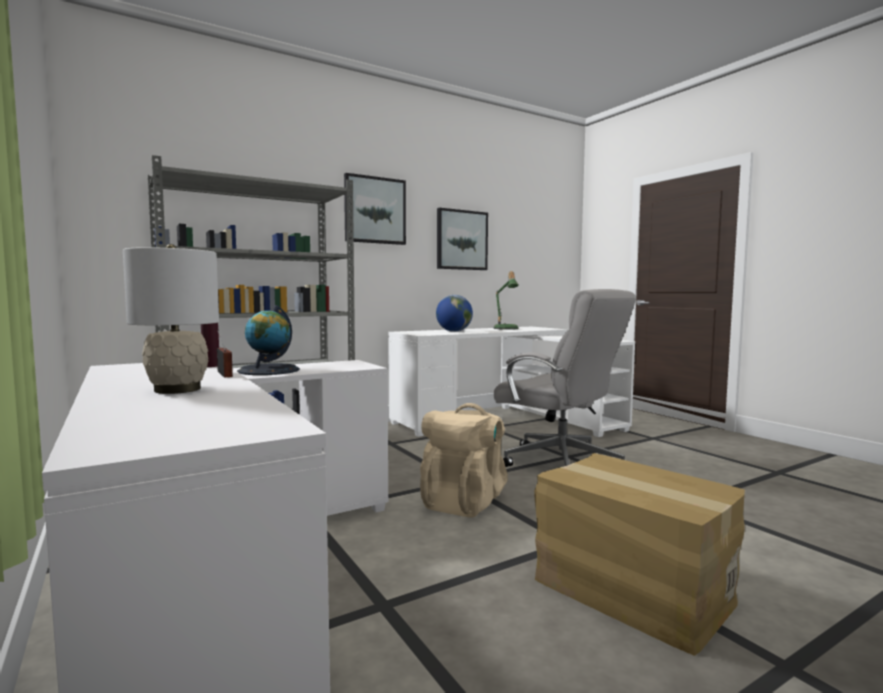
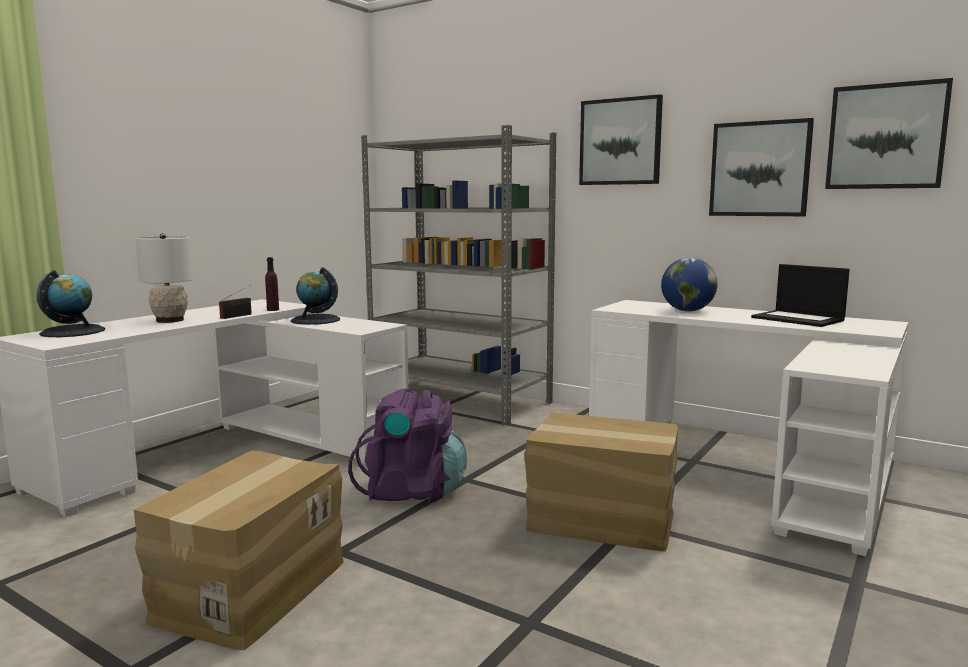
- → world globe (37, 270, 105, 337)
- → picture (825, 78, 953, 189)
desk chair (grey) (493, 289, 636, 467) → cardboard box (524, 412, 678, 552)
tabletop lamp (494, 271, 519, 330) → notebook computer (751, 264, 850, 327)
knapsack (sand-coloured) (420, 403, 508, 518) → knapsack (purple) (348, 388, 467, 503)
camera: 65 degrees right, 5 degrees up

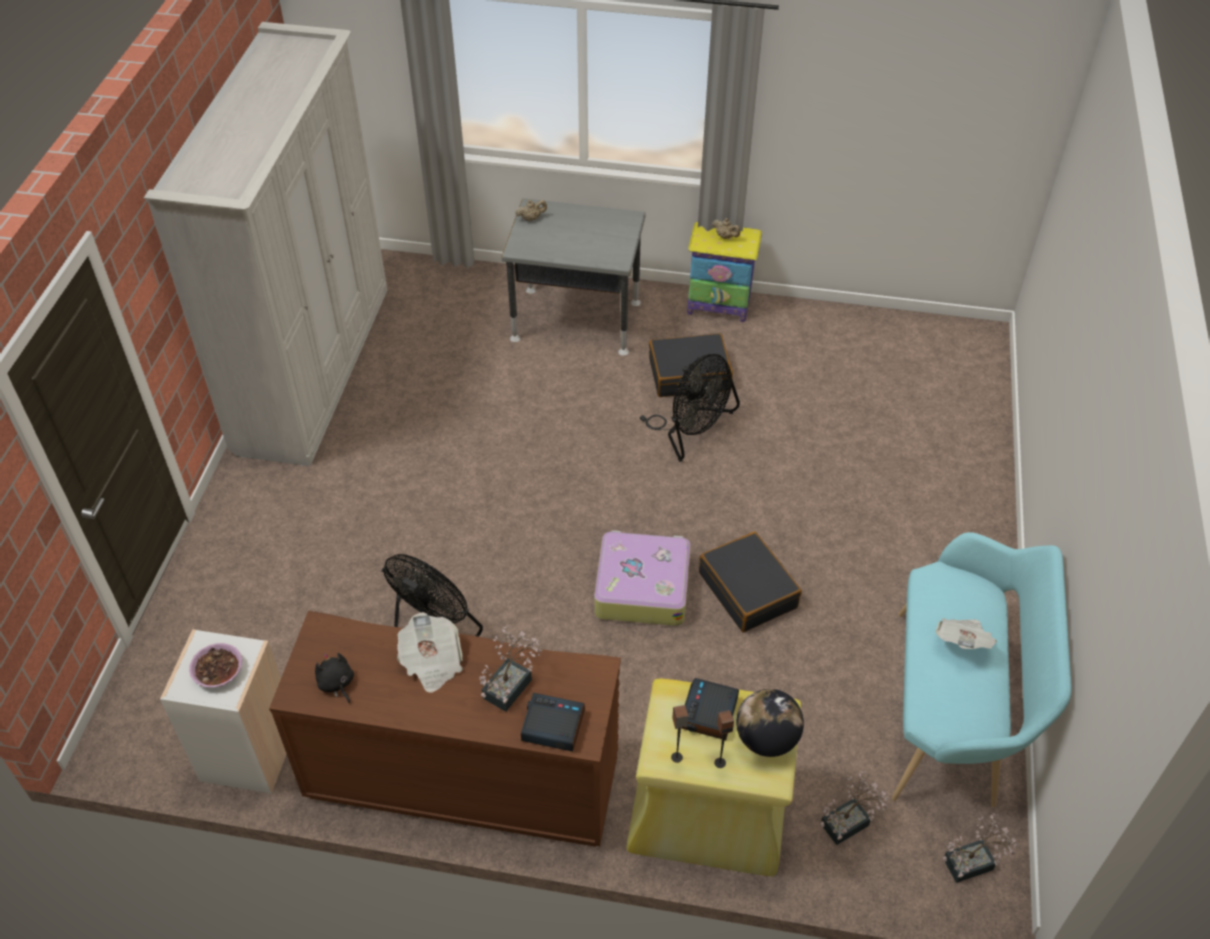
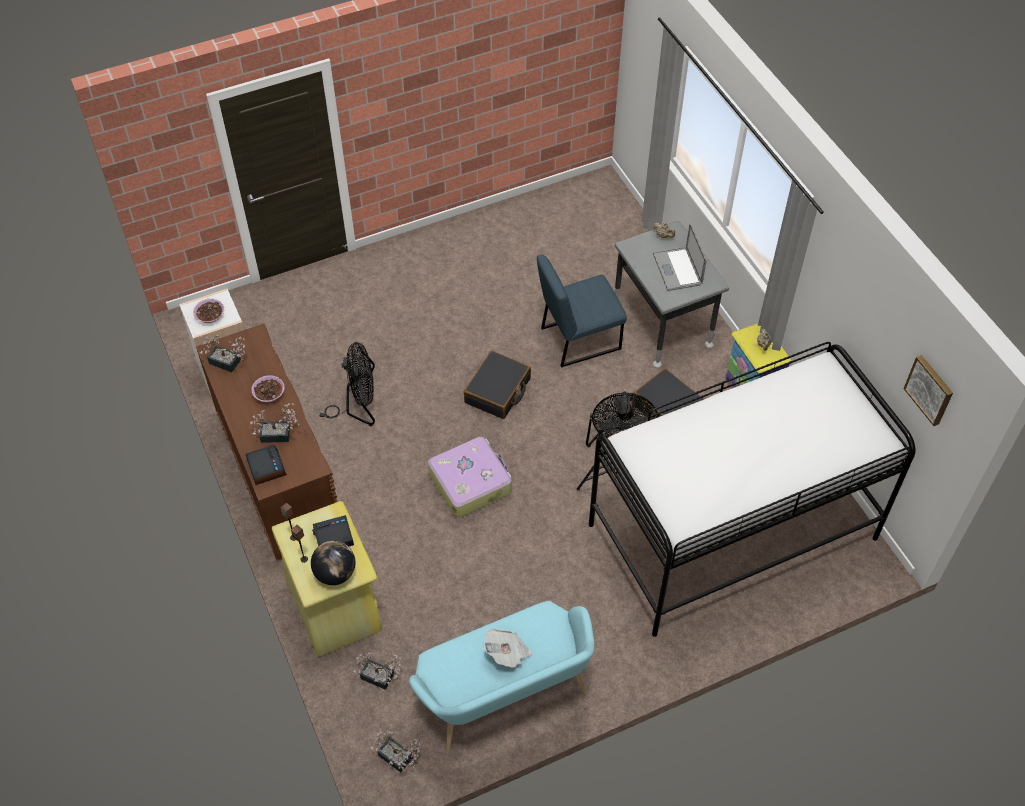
wardrobe (white-coloured) (144, 22, 388, 466) → -
- → chair (bluish) (537, 254, 627, 367)
- → bedroom bed (black-coloured) (577, 342, 916, 637)
- → notebook computer (653, 223, 707, 291)
- → picture (904, 355, 953, 426)
travel case (black-coloured) (699, 532, 802, 632) → travel case (black-coloured) (464, 351, 531, 419), moved
plush toy (black-coloured) (315, 653, 354, 704) → houseplant (200, 335, 245, 372)
printed paper (397, 612, 463, 693) → deep dish (251, 375, 285, 402)
camera: 55 degrees right, 5 degrees up

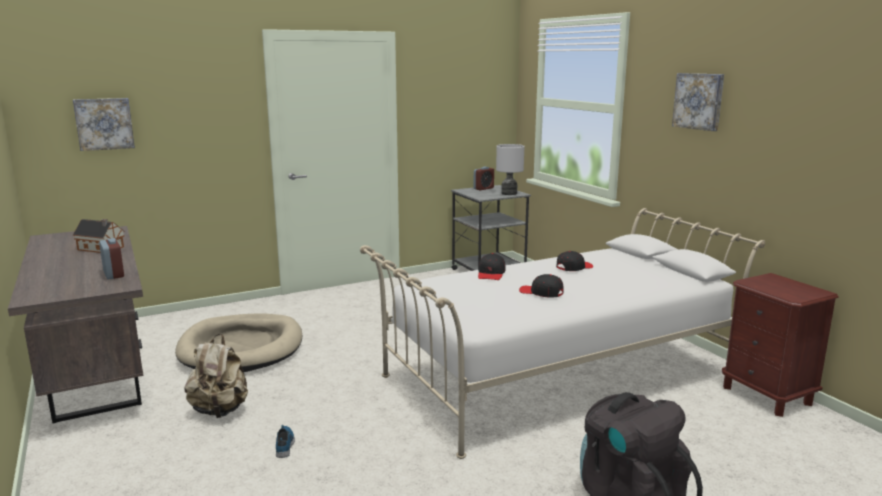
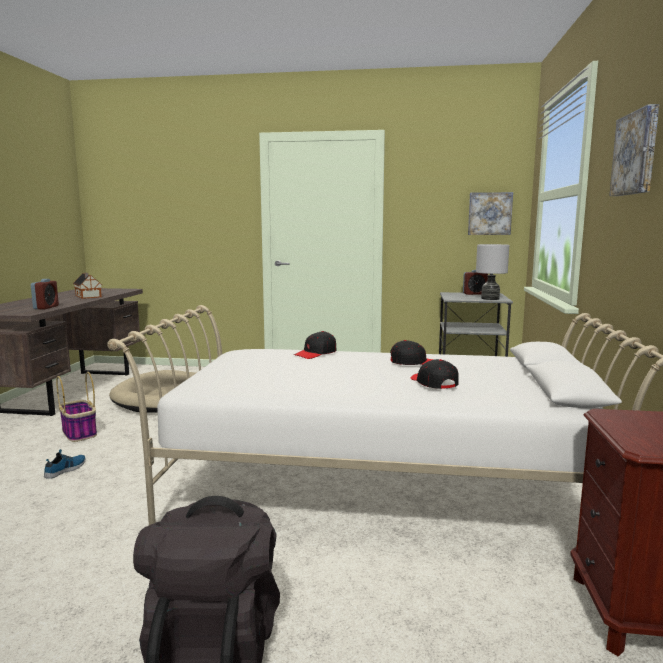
picture (73, 98, 135, 151) → picture (468, 192, 513, 235), moved
peaked cap (black-coloured) (519, 274, 563, 298) → peaked cap (black-coloured) (411, 359, 458, 389), moved
knapsack (sand-coloured) (184, 334, 248, 418) → basket (56, 372, 97, 442)
camera: 35 degrees right, 5 degrees down

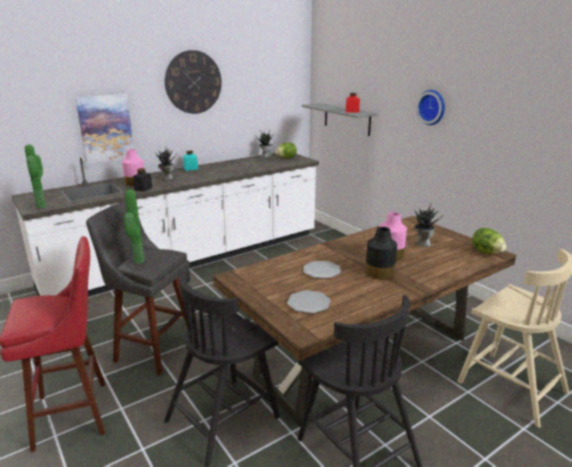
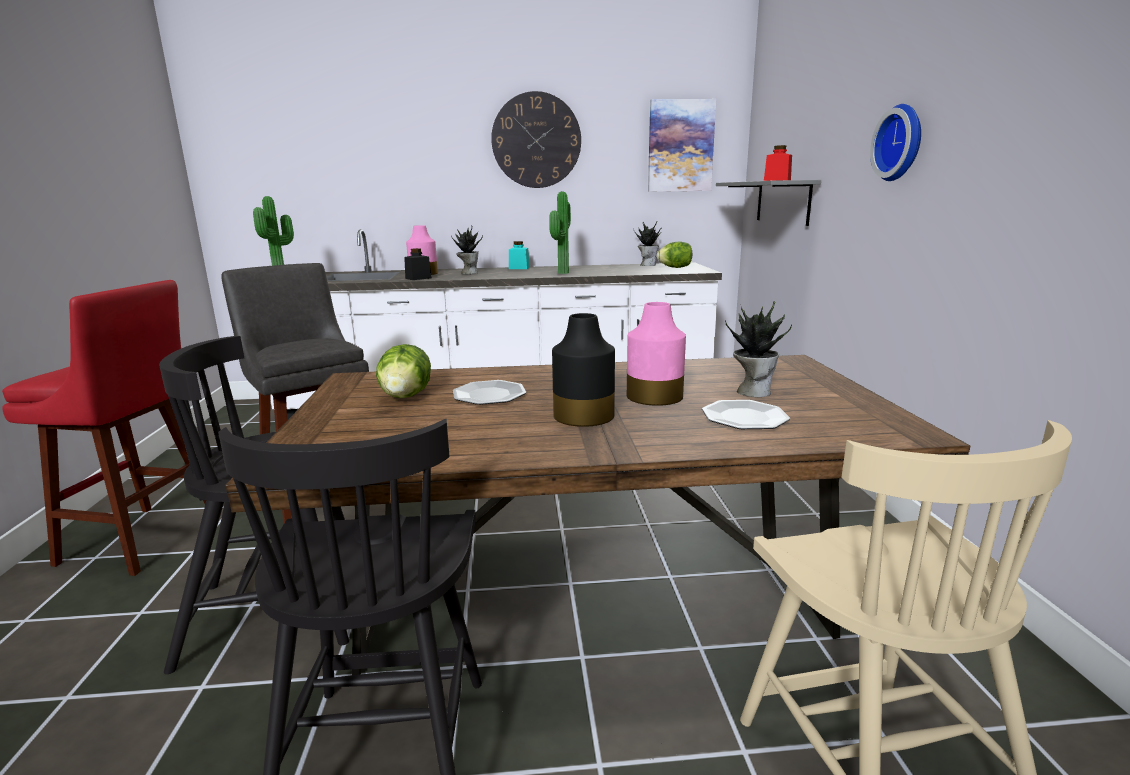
picture (75, 94, 134, 164) → picture (648, 99, 716, 192), moved
houseplant (124, 190, 145, 264) → houseplant (549, 191, 571, 274), moved
flat dish (287, 290, 331, 314) → flat dish (702, 400, 790, 429), moved
lettuce head (472, 228, 506, 254) → lettuce head (376, 344, 431, 398), moved
camera: 30 degrees right, 5 degrees down

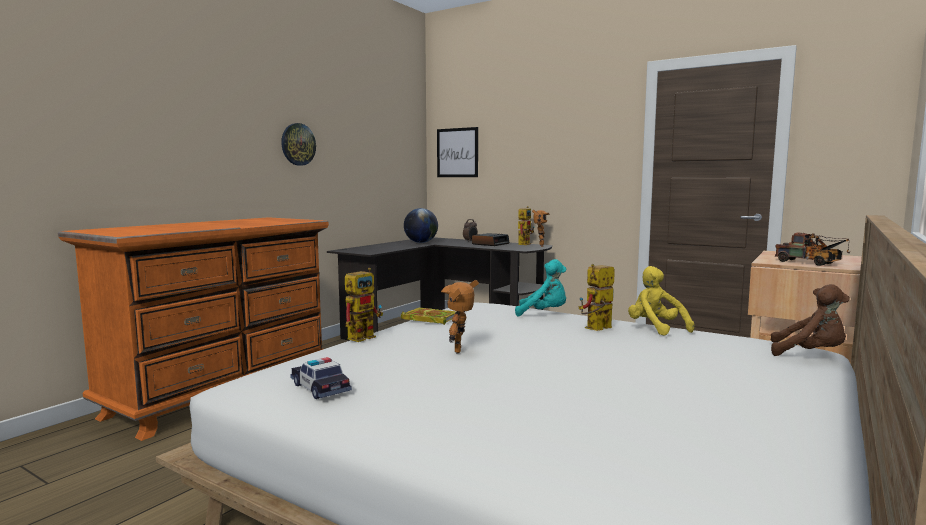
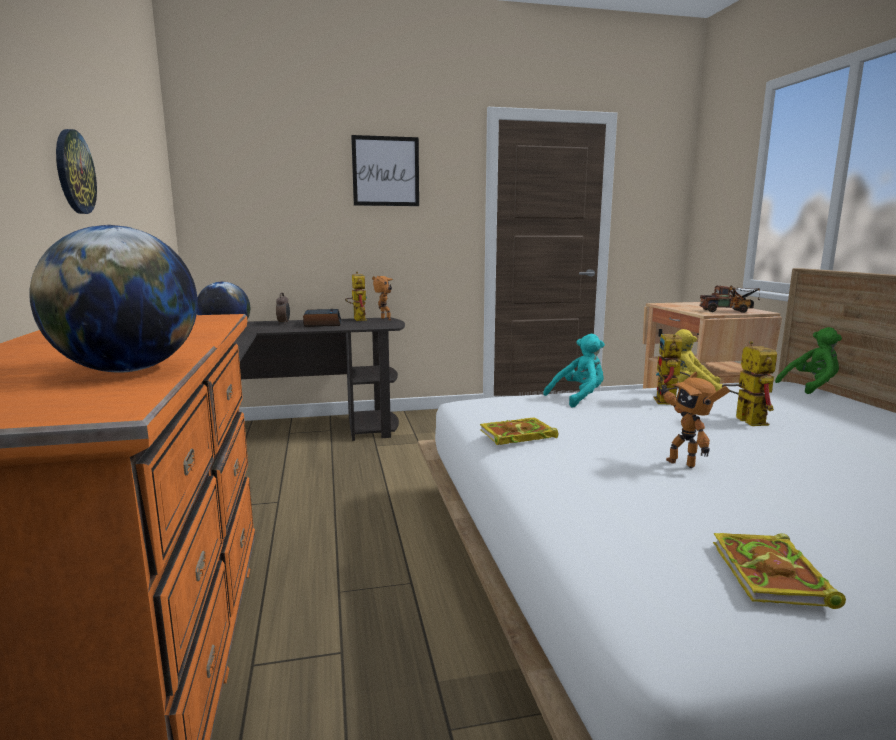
- → world globe (30, 225, 198, 373)
robot figure (345, 268, 383, 342) → robot figure (722, 341, 777, 426), moved
picture (437, 127, 478, 177) → picture (351, 135, 419, 206), moved
model car (290, 357, 352, 399) → book (713, 533, 846, 609)
plush toy (brownish) (771, 284, 850, 356) → plush toy (green-coloured) (775, 327, 842, 394)
camera: 45 degrees left, 5 degrees up

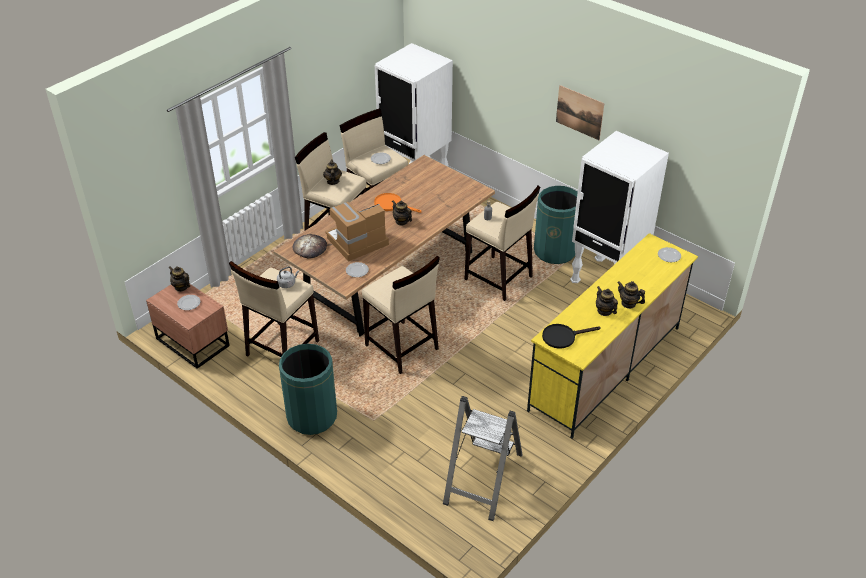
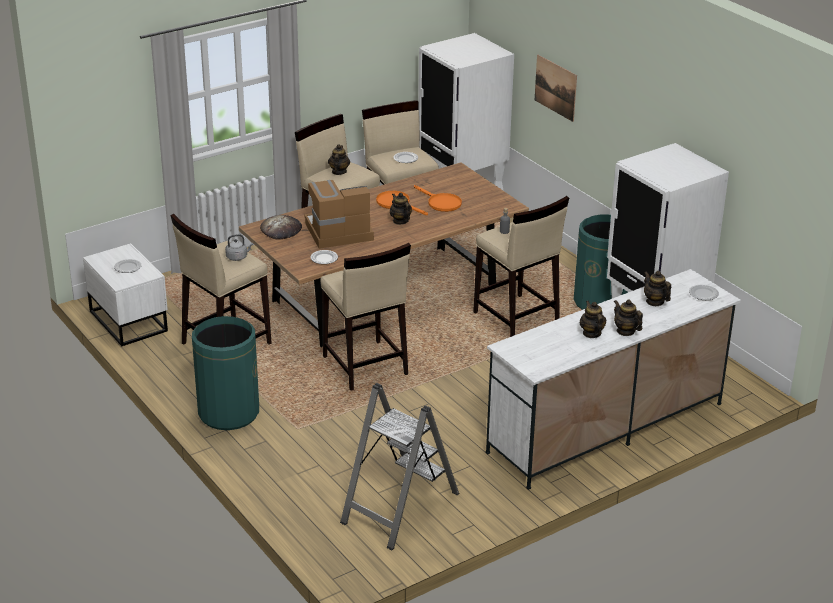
skillet (black-coloured) (542, 324, 600, 349) → -
- → skillet (orange-coloured) (414, 185, 462, 212)
tea pot (169, 266, 190, 292) → tea pot (644, 271, 671, 306), moved
picture (556, 85, 604, 140) → picture (535, 55, 577, 122), moved
bedside table (brownish) (146, 283, 230, 369) → bedside table (white-coloured) (83, 243, 168, 346)
dresser (yellowish) (527, 233, 698, 439) → dresser (white-coloured) (486, 269, 741, 490)
camera: 15 degrees right, 10 degrees down

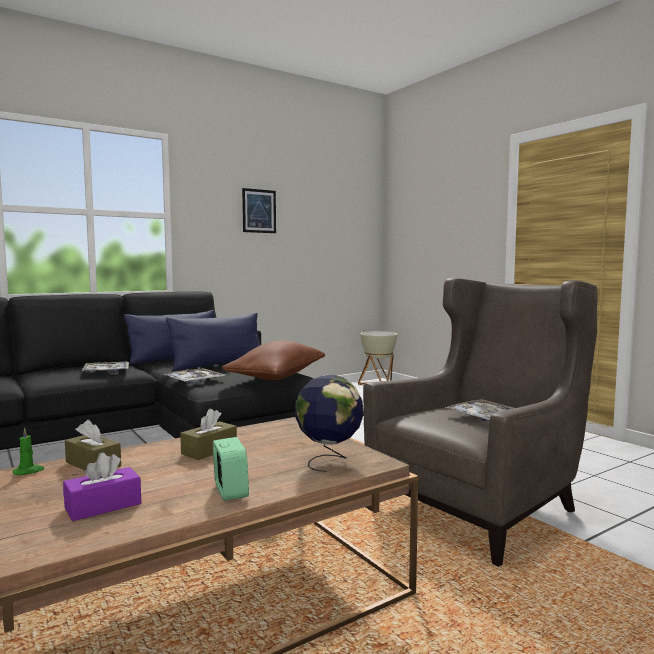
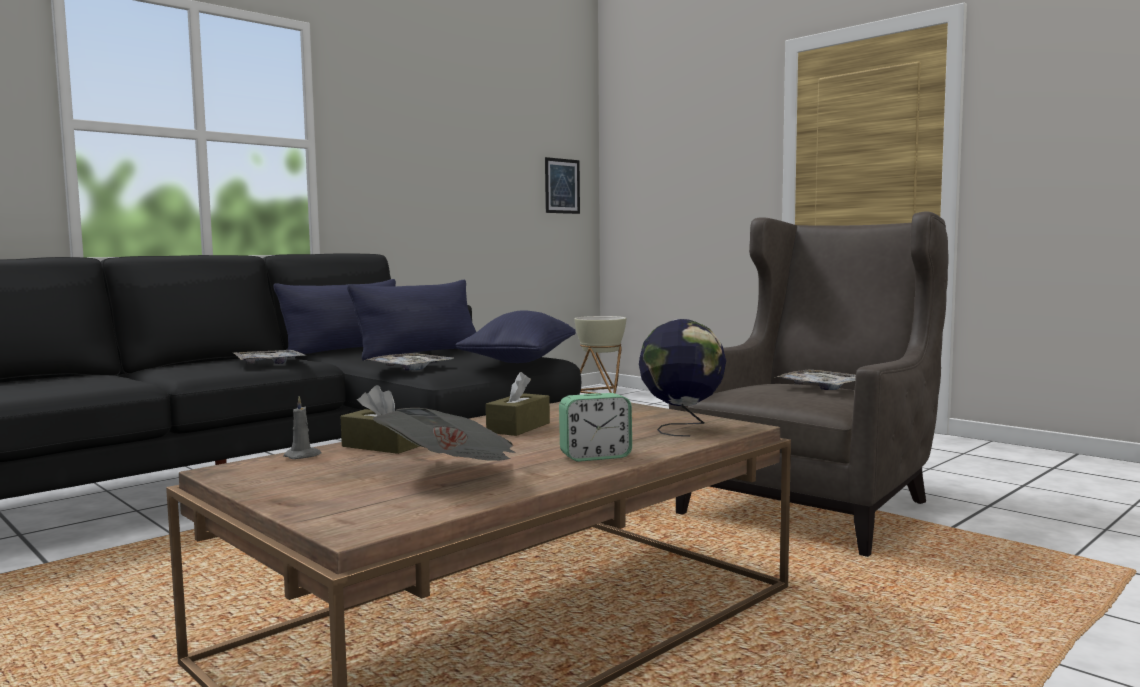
picture (242, 188, 276, 233) → picture (545, 157, 580, 214), moved
box of tissues (purple) (63, 453, 141, 521) → printed paper (373, 408, 516, 461)
wax light (green-coloured) (13, 428, 44, 475) → wax light (grey) (284, 396, 321, 459)
throw pillow (brownish) (222, 341, 325, 380) → throw pillow (bluish) (455, 310, 576, 363)
alarm clock (213, 437, 249, 501) → alarm clock (559, 393, 632, 462), 105 degrees clockwise
camera: 10 degrees left, 0 degrees up

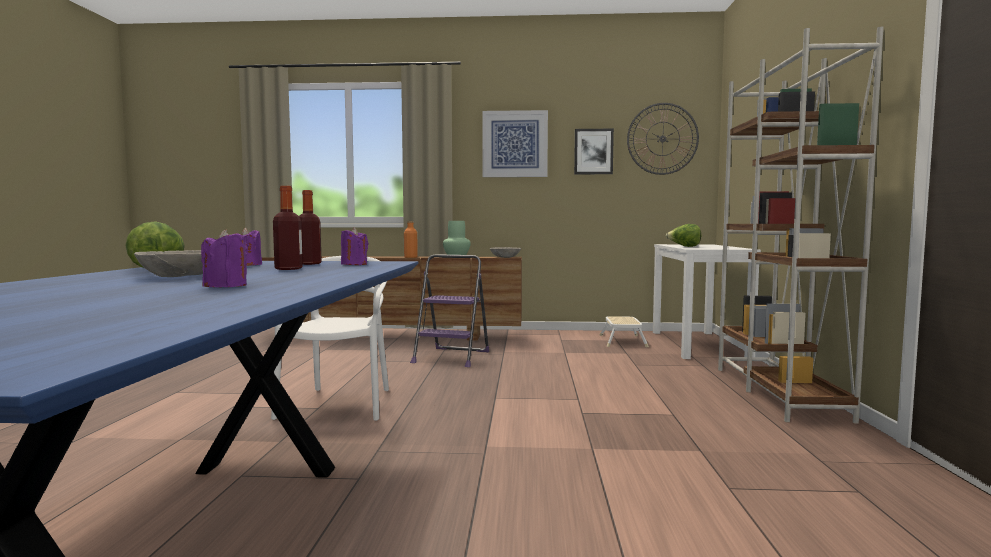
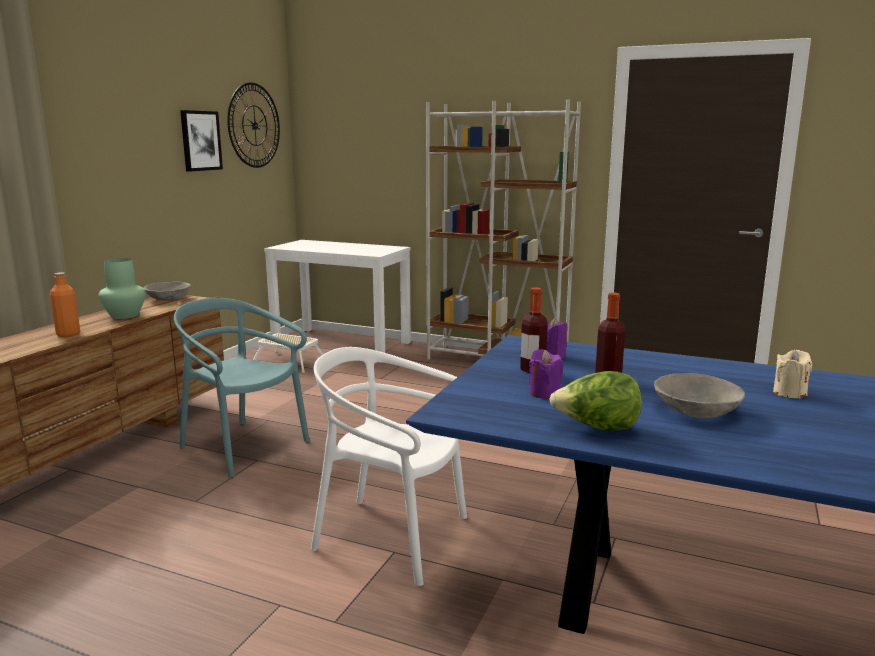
picture (482, 110, 548, 177) → -
lettuce head (666, 224, 701, 247) → -
step ladder (purple) (410, 254, 489, 367) → chair (turquoise) (174, 298, 310, 478)
wax light (purple) (201, 229, 247, 287) → wax light (sand-coloured) (773, 349, 812, 399)
camera: 70 degrees left, 10 degrees up

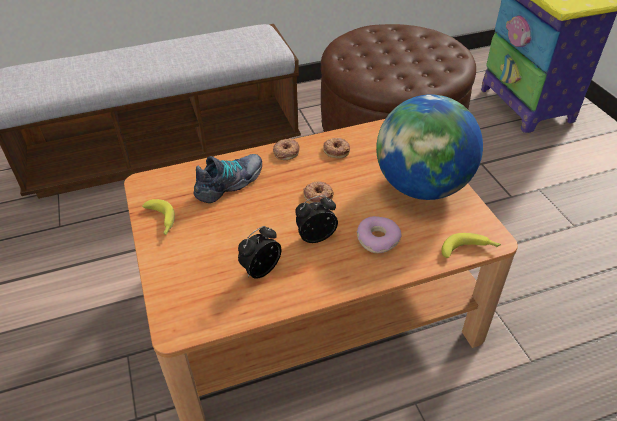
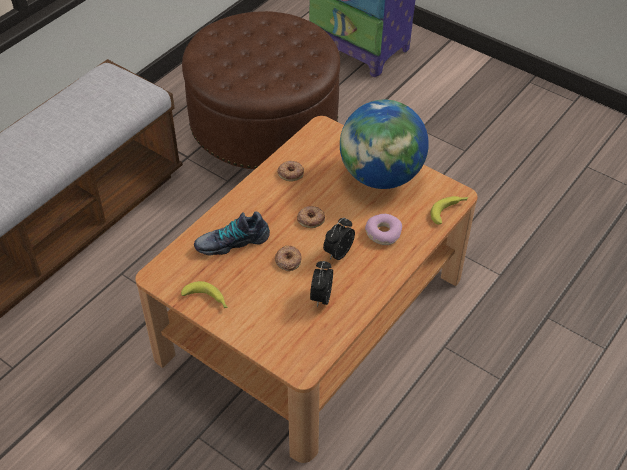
ring doughnut (273, 139, 300, 160) → ring doughnut (275, 245, 302, 271), moved
item of footwear (194, 154, 262, 203) → item of footwear (194, 211, 270, 256), 120 degrees counterclockwise
camera: 35 degrees left, 5 degrees up

